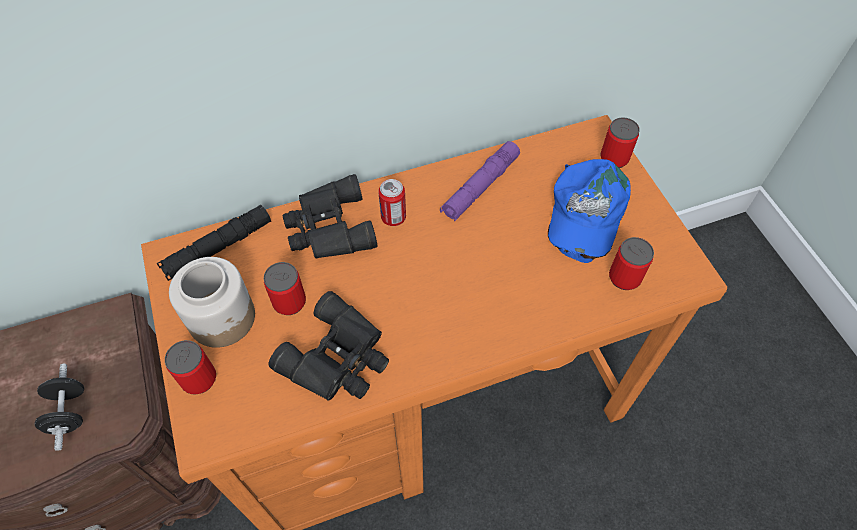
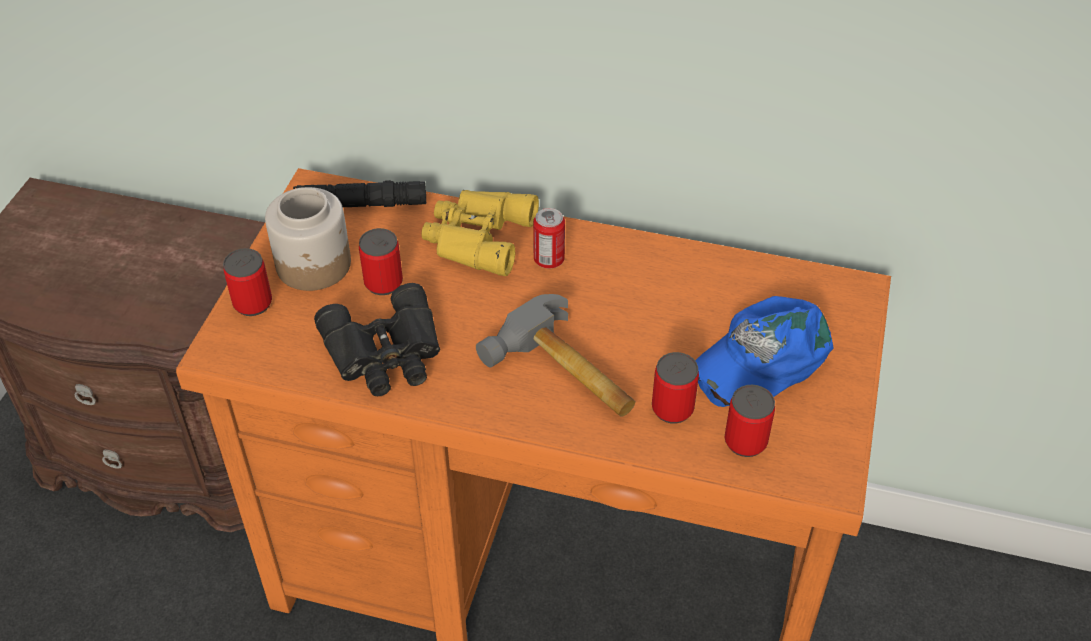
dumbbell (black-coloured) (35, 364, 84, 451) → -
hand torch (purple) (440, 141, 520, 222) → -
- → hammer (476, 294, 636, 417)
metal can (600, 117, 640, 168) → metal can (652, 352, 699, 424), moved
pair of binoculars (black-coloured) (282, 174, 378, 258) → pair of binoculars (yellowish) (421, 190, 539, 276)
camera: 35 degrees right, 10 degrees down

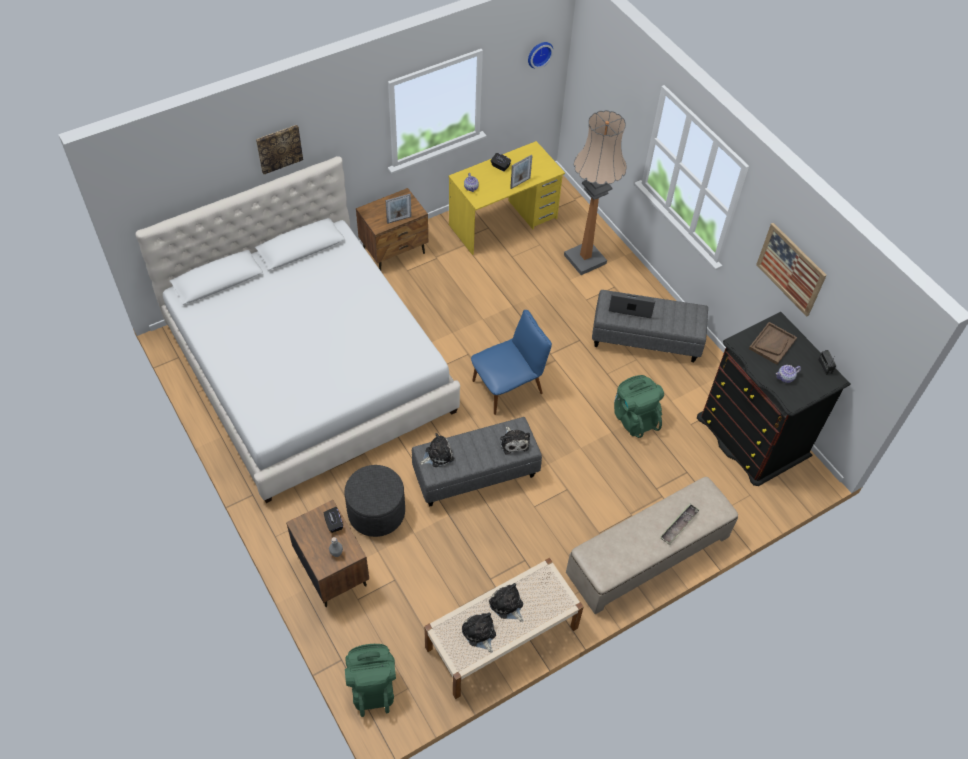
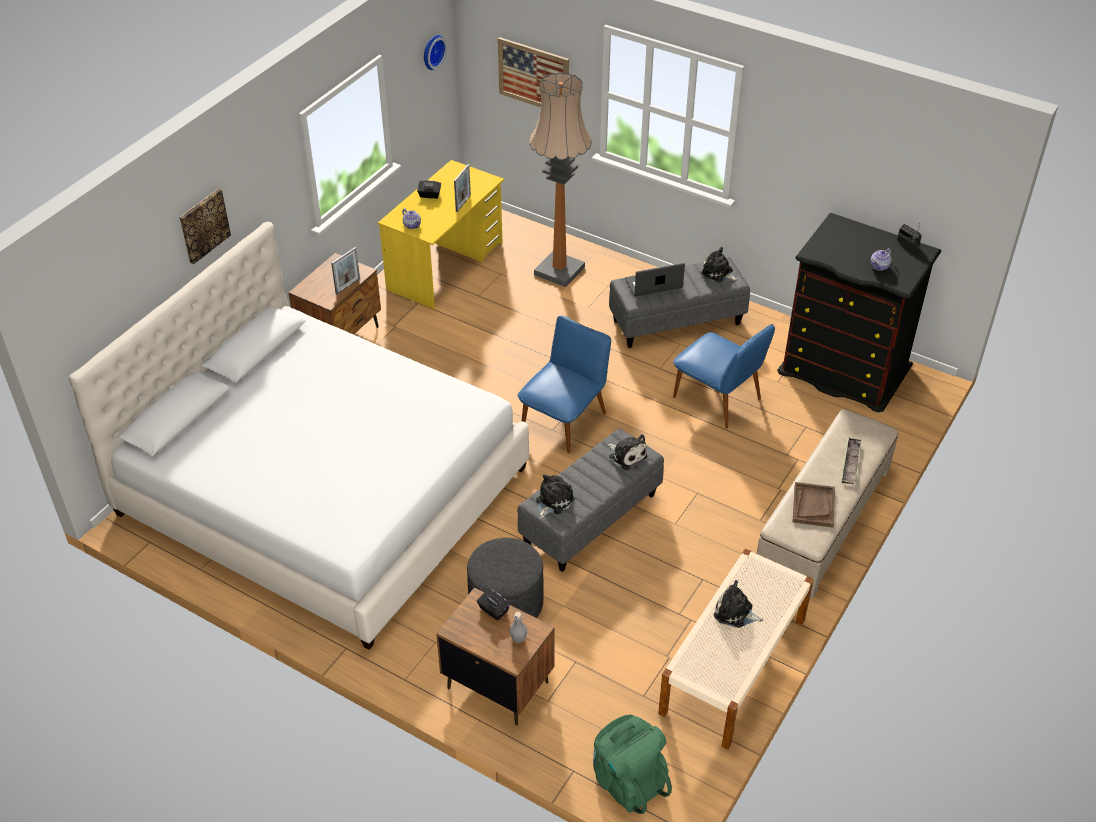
plush toy (462, 612, 496, 653) → plush toy (701, 247, 739, 282), moved
serving tray (brownish) (749, 322, 797, 365) → serving tray (brownish) (793, 482, 835, 527), moved
picture (756, 223, 827, 317) → picture (498, 37, 569, 107), moved
knapsack (green-coloured) (614, 375, 664, 438) → chair (bluish) (673, 324, 775, 428)
camera: 25 degrees left, 10 degrees down

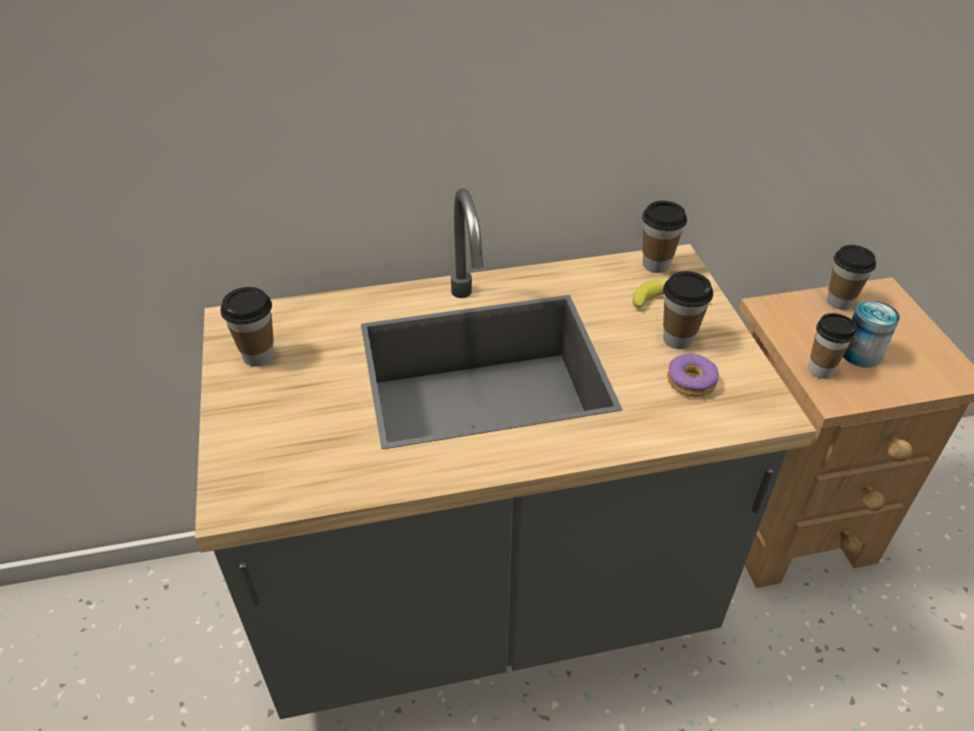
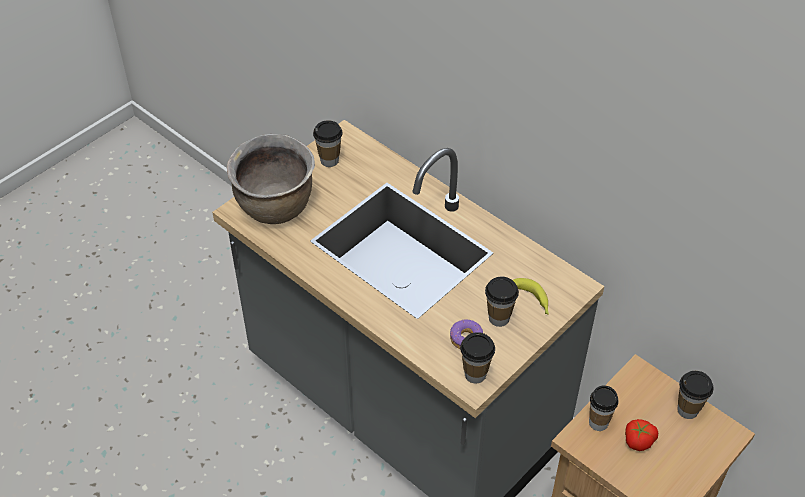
- → cooking pot (brownish) (227, 134, 315, 224)
small cup (642, 201, 687, 273) → small cup (460, 332, 495, 384), moved
metal can (843, 300, 900, 368) → tomato (625, 419, 658, 451)
camera: 55 degrees right, 5 degrees up

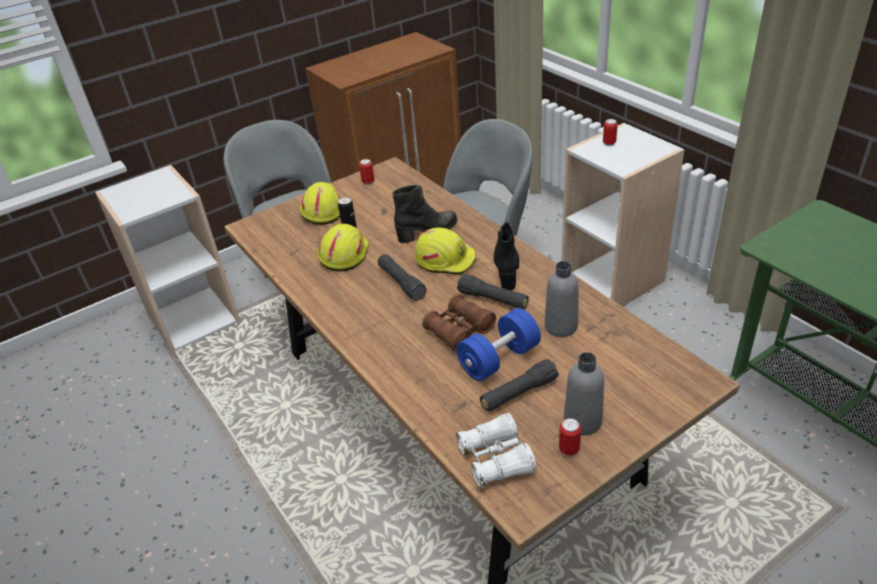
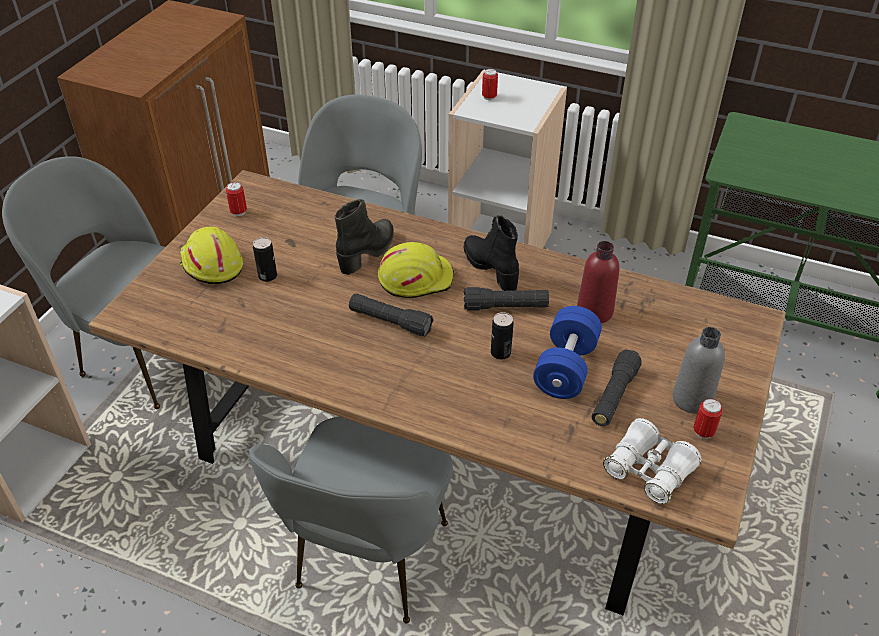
work helmet (yellowish) (317, 224, 369, 271) → -
- → chair (grey) (249, 416, 453, 623)
pair of binoculars (brownish) (422, 294, 496, 352) → metal can (491, 312, 514, 359)
drink bottle (grey) (544, 261, 579, 337) → drink bottle (red-coloured) (577, 241, 619, 323)
camera: 35 degrees left, 5 degrees up

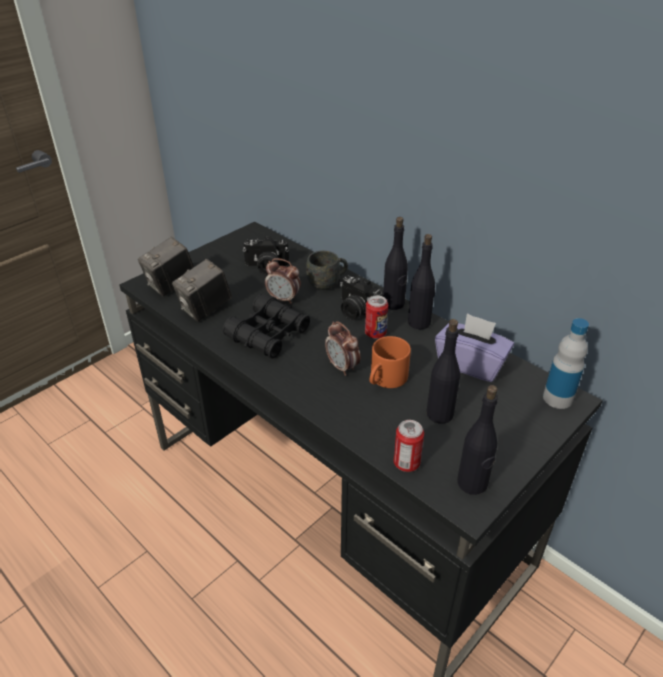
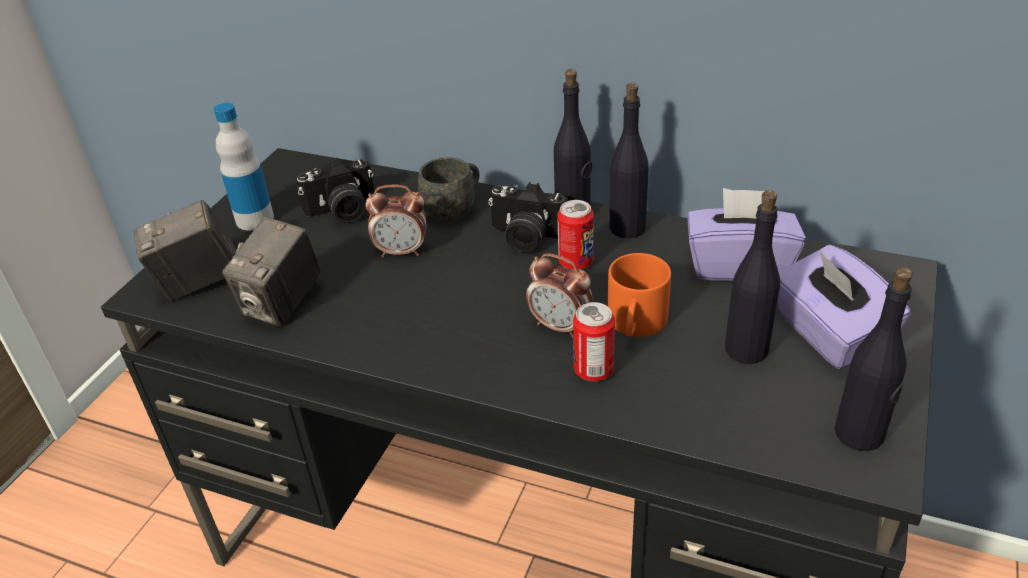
pair of binoculars (black-coloured) (223, 294, 310, 359) → -
- → box of tissues (purple) (778, 245, 911, 369)
metal can (394, 420, 424, 472) → metal can (573, 302, 615, 381), moved
drink bottle (543, 318, 589, 409) → drink bottle (214, 103, 274, 230), moved
photo camera (138, 237, 194, 297) → photo camera (134, 200, 236, 301), 45 degrees clockwise
camera: 20 degrees left, 0 degrees up

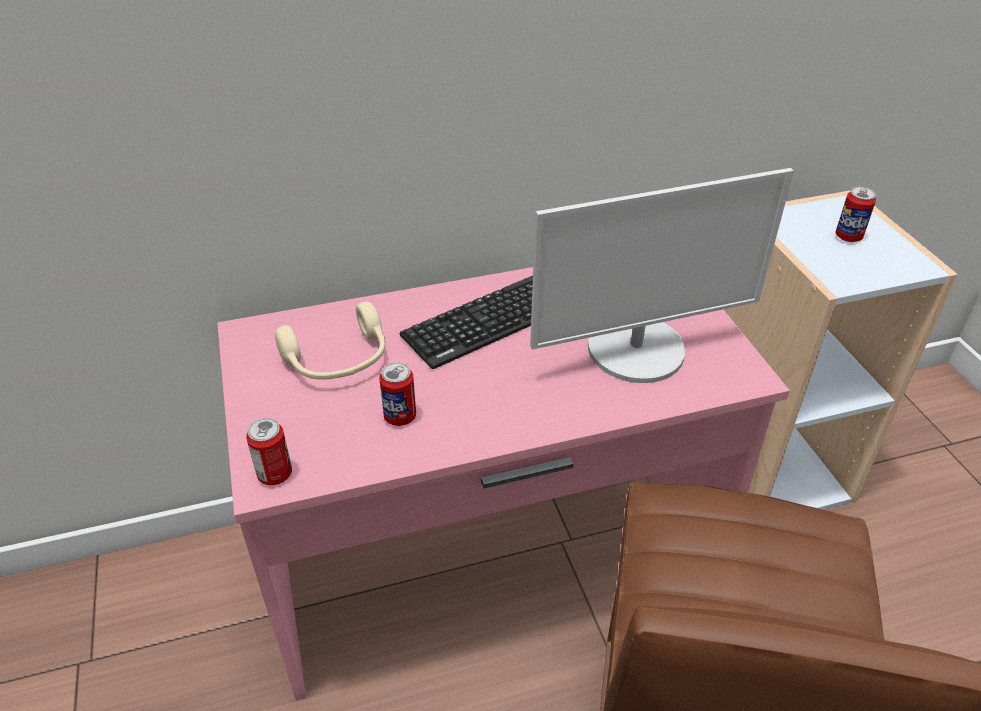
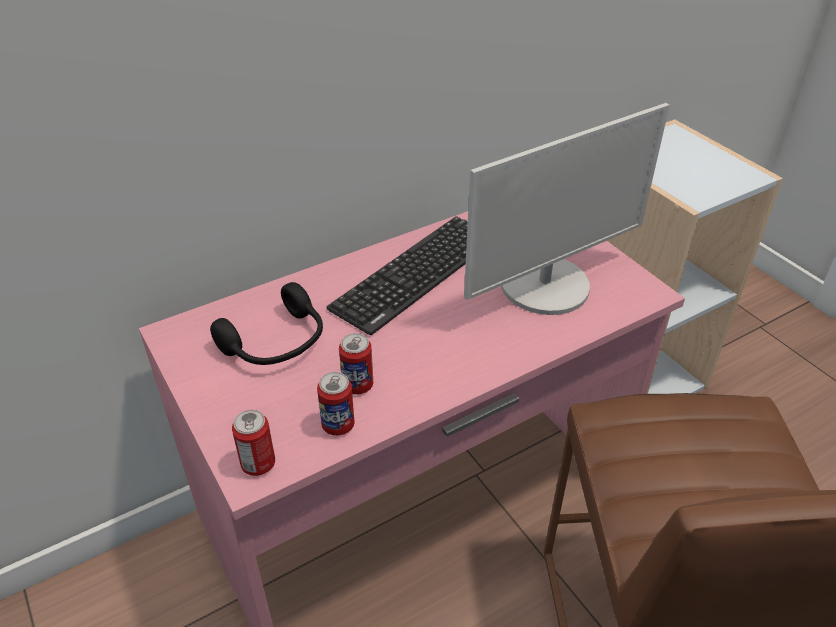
metal can (836, 187, 876, 242) → metal can (317, 372, 355, 436), moved
headphones (sand-coloured) (275, 301, 385, 380) → headphones (black-coloured) (210, 282, 323, 365)
camera: 15 degrees left, 0 degrees up

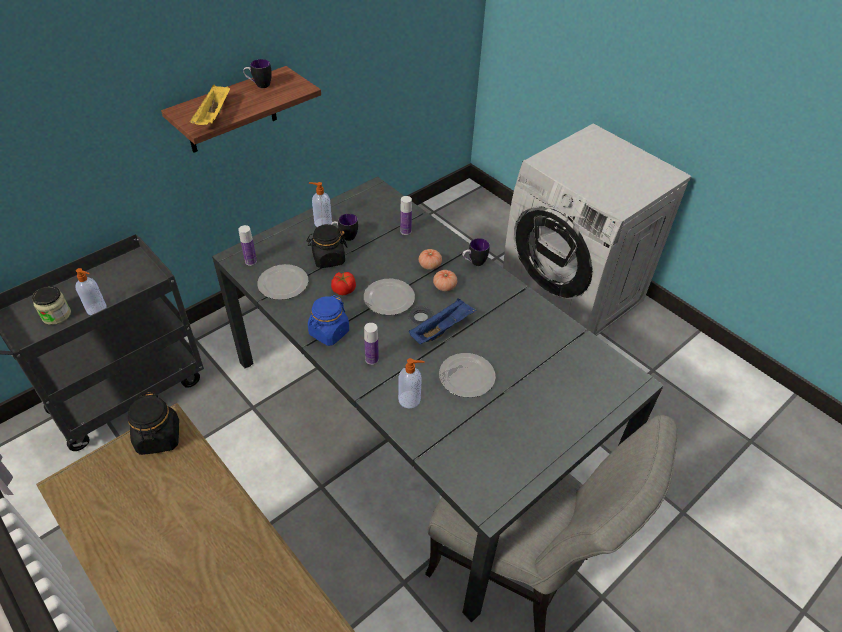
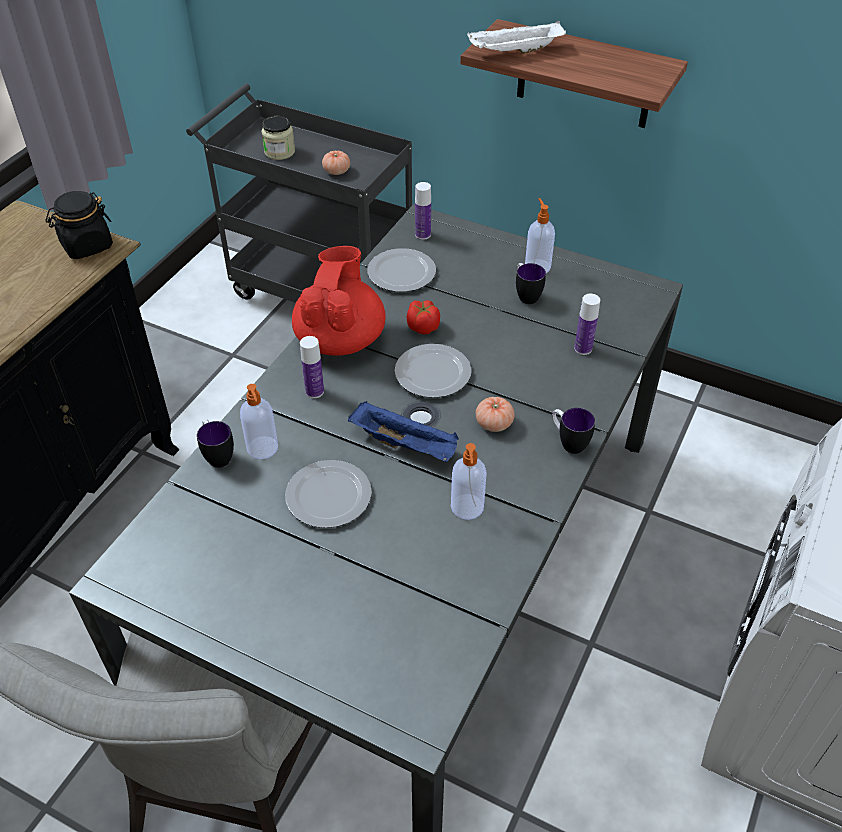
preserve jar (black-coloured) (307, 224, 347, 268) → -
liquid soap bottle (75, 268, 107, 315) → liquid soap bottle (451, 443, 487, 520), moved
tea mug (243, 59, 272, 88) → tea mug (197, 420, 234, 468), moved
tomato (419, 249, 442, 270) → tomato (322, 151, 350, 175), moved
preserve jar (bluish) (308, 295, 349, 346) → tea pot (red-coloured) (292, 246, 386, 356)
serving tray (yellowish) (190, 84, 230, 125) → serving tray (white-coloured) (467, 21, 566, 54)
camera: 70 degrees right, 0 degrees up

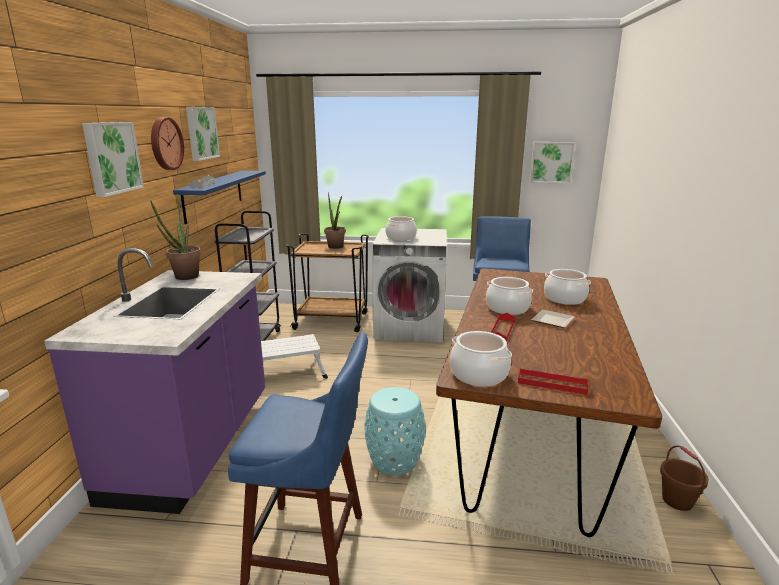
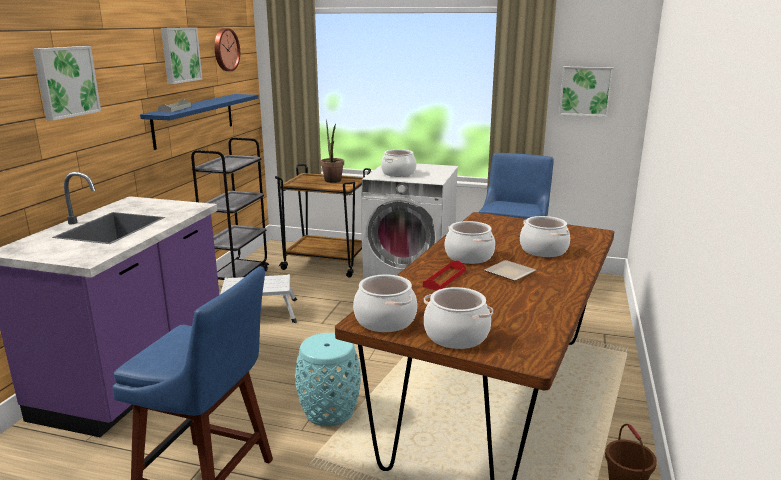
houseplant (150, 194, 201, 280) → -
wall clock (151, 117, 184, 170) → wall clock (214, 28, 240, 71), moved
serving tray (red-coloured) (518, 368, 589, 395) → cooking pot (424, 287, 493, 349)
camera: 10 degrees right, 0 degrees up

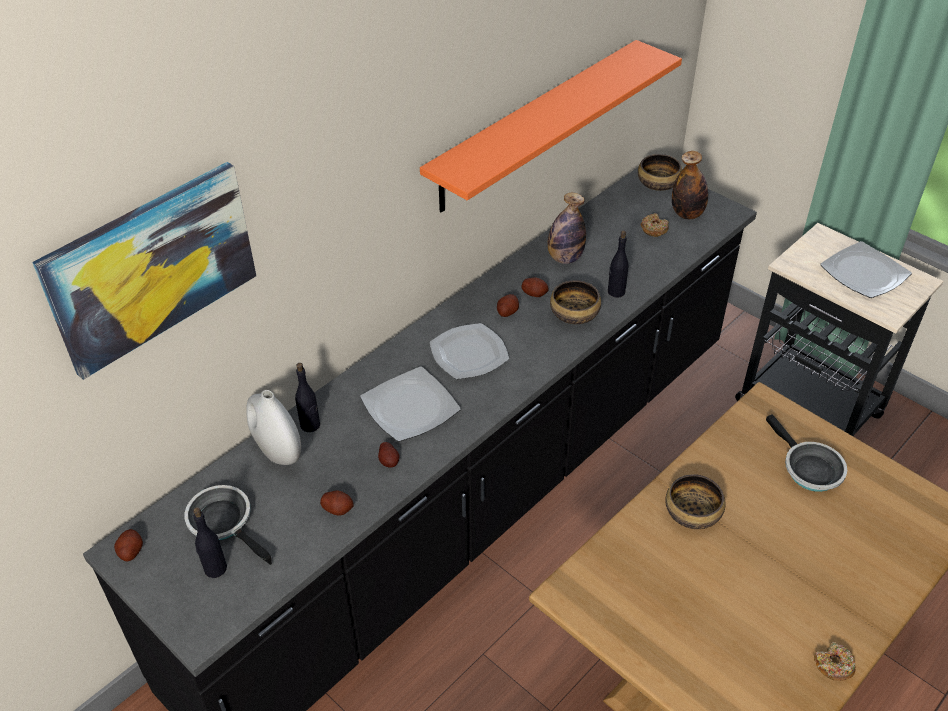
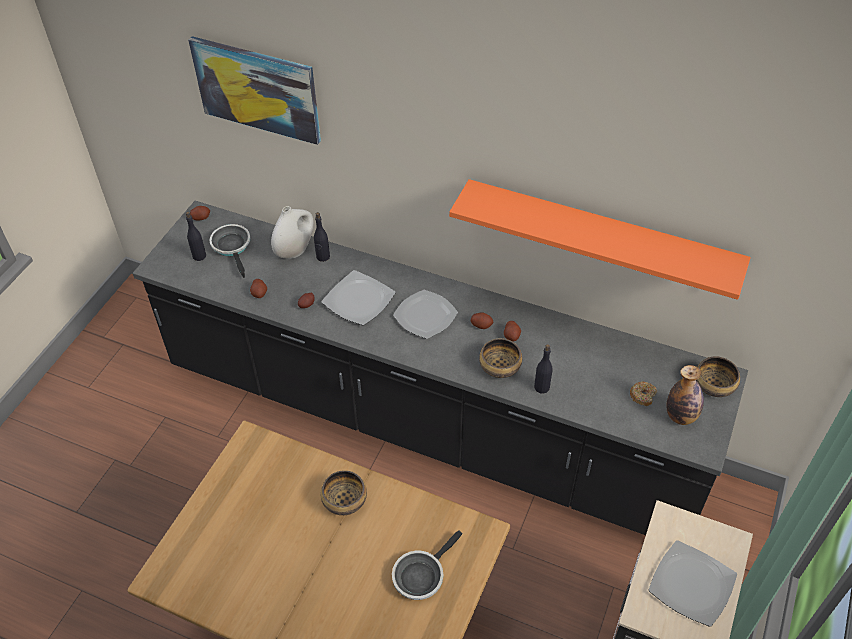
drink bottle (548, 193, 586, 264) → -
ring doughnut (814, 642, 856, 681) → -
skillet (184, 485, 272, 565) → skillet (209, 224, 250, 278), 45 degrees counterclockwise
camera: 70 degrees right, 5 degrees up

